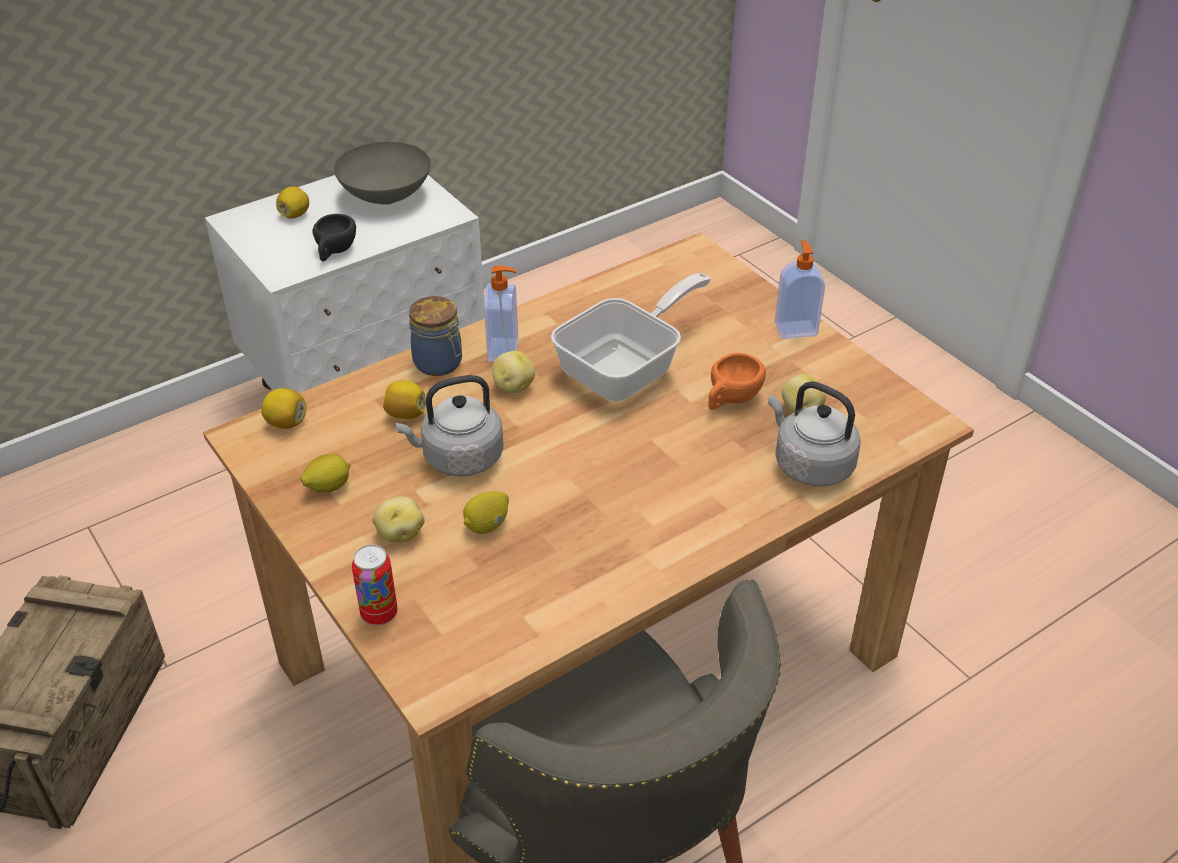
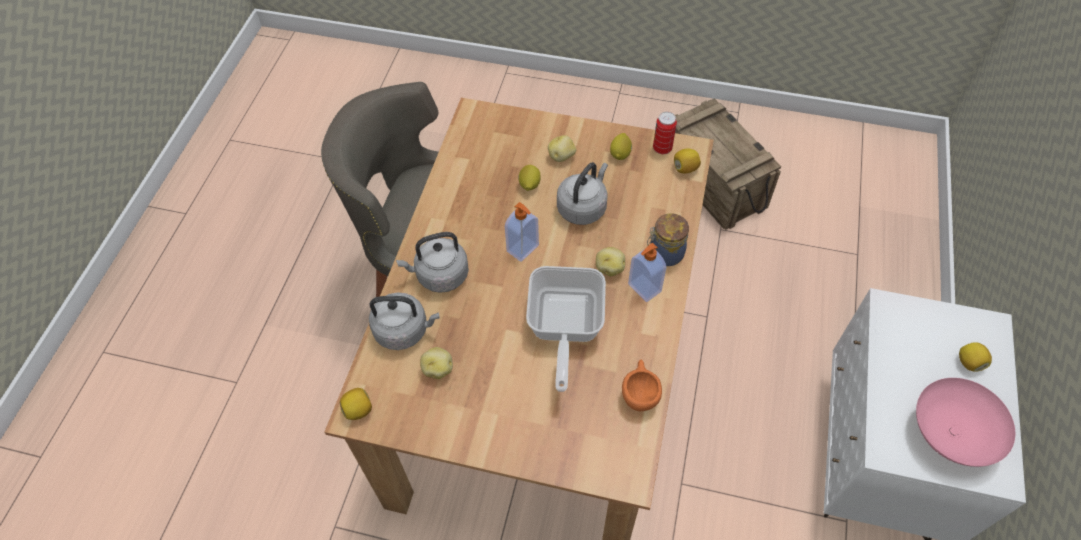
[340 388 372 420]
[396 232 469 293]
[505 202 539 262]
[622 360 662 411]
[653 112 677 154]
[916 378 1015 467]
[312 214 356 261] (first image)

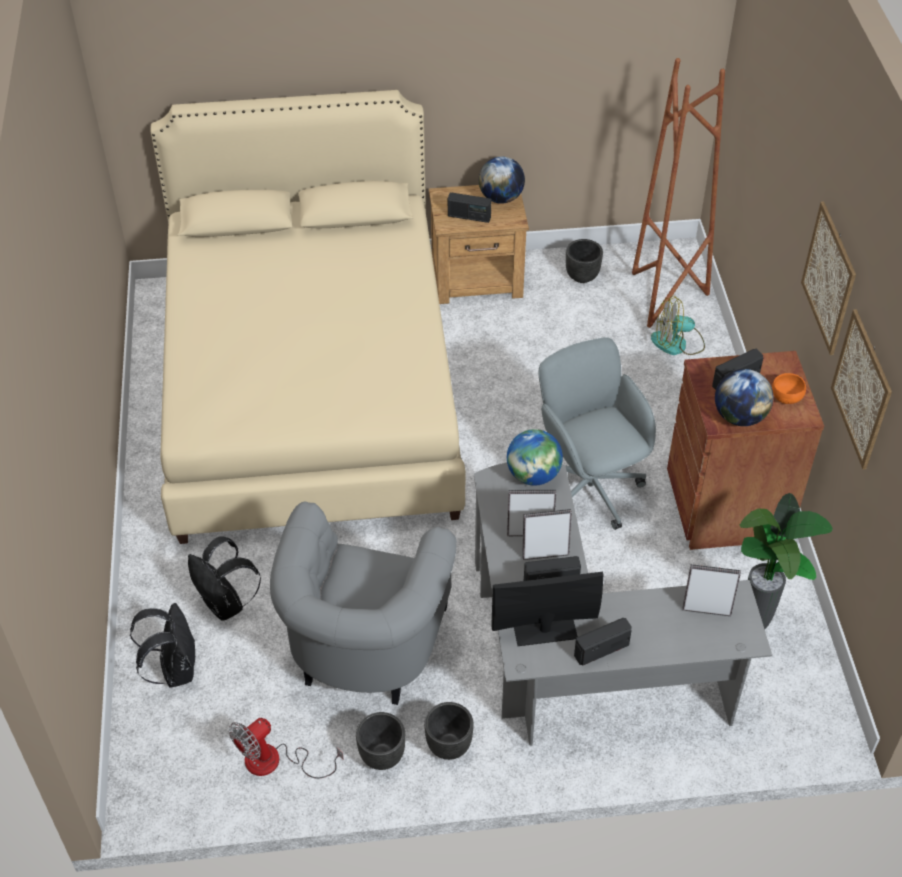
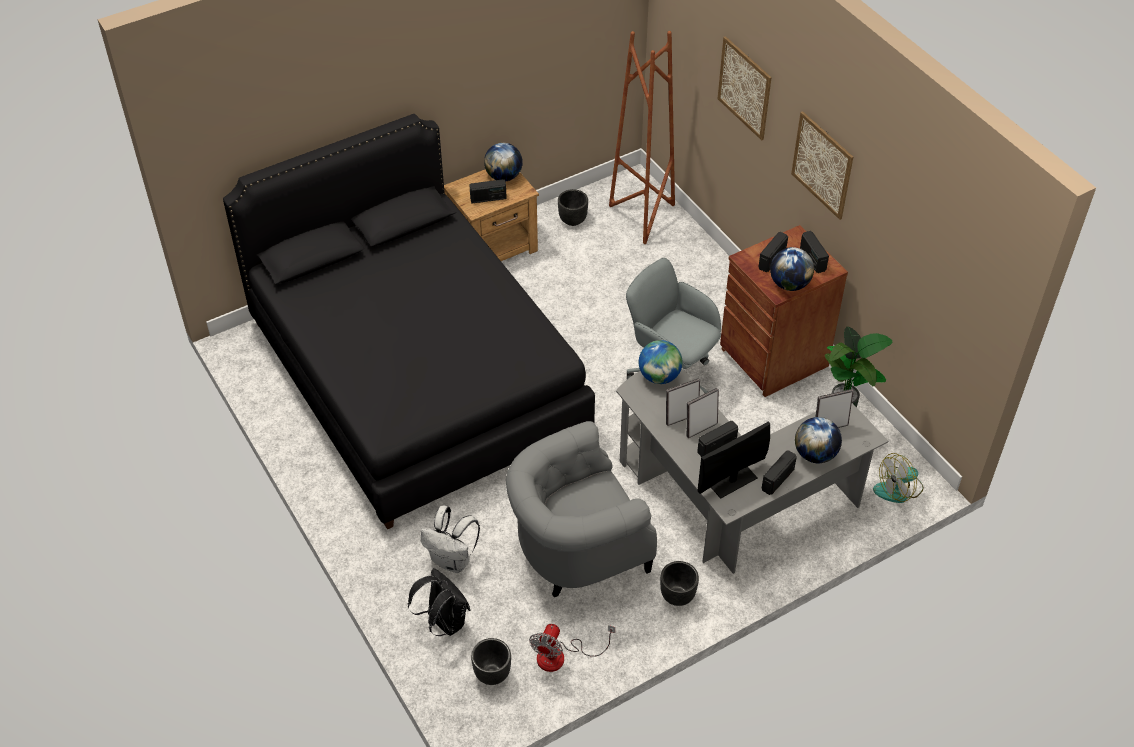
[223 114 595 530]
[420 506 480 573]
[471 638 511 685]
[506 421 657 597]
[718 36 772 141]
[795 417 842 463]
[800 231 829 273]
[873 453 924 503]

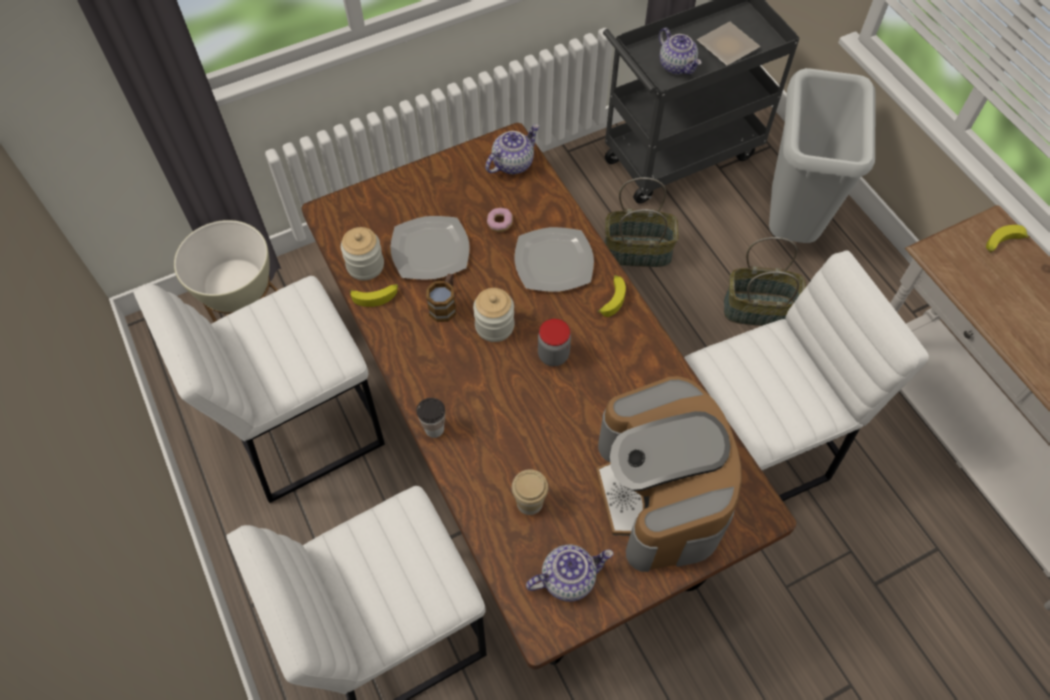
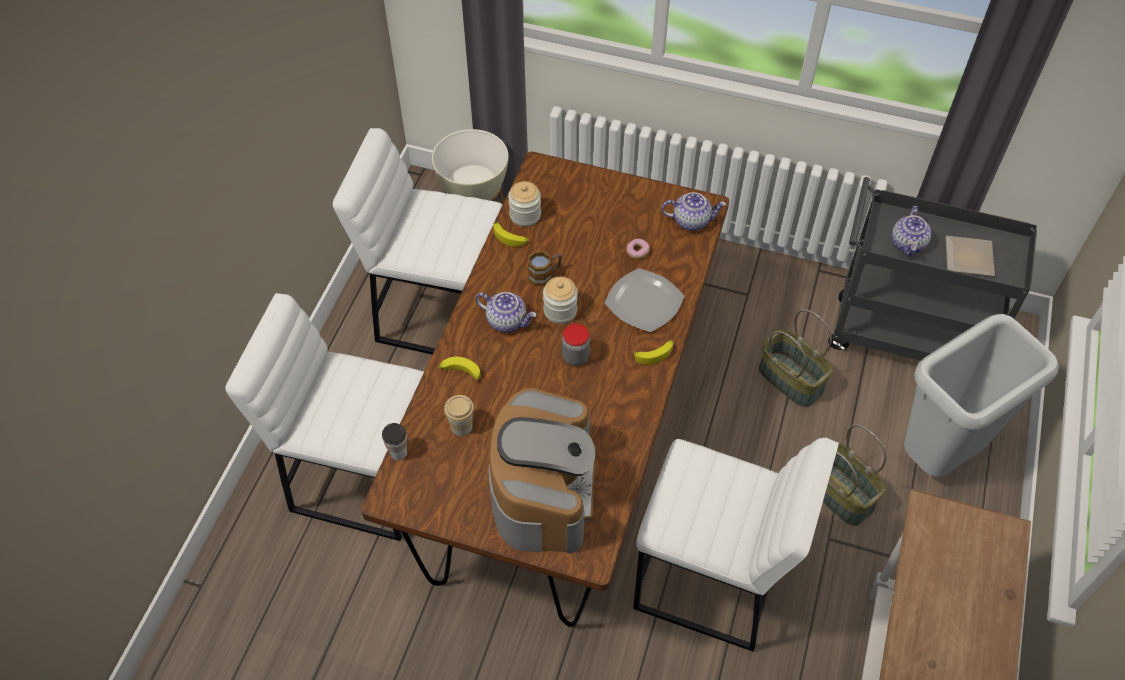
[382 423 407 460]
[439 357 481 382]
[475 292 537 333]
[489 388 595 553]
[391 216 470 280] (first image)

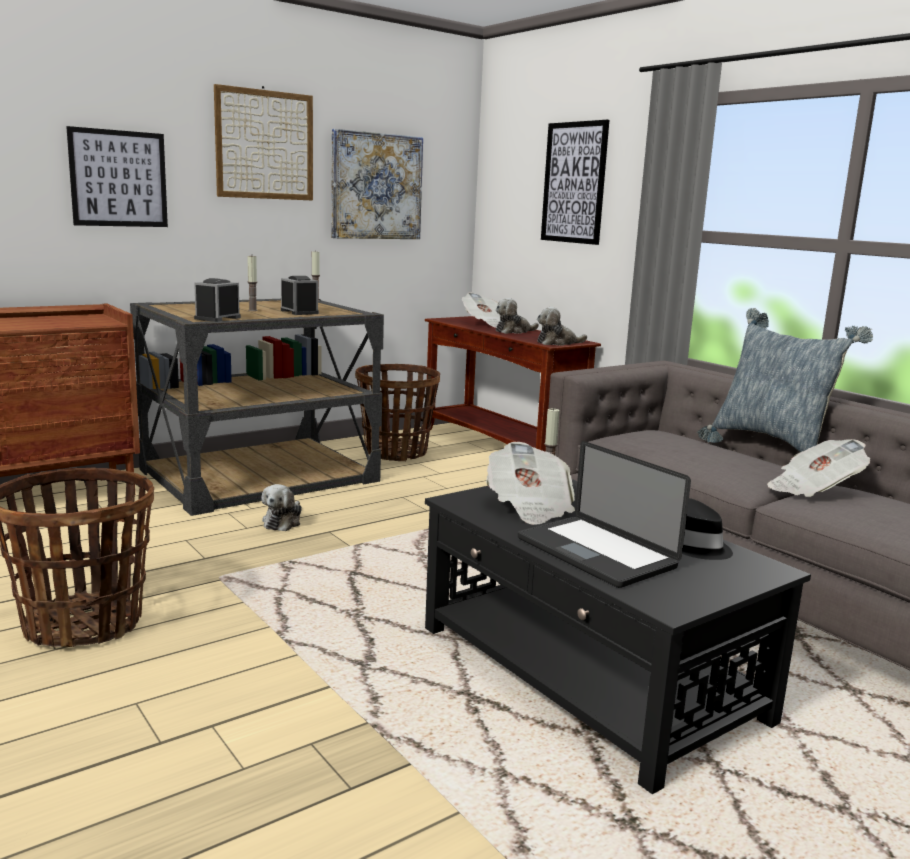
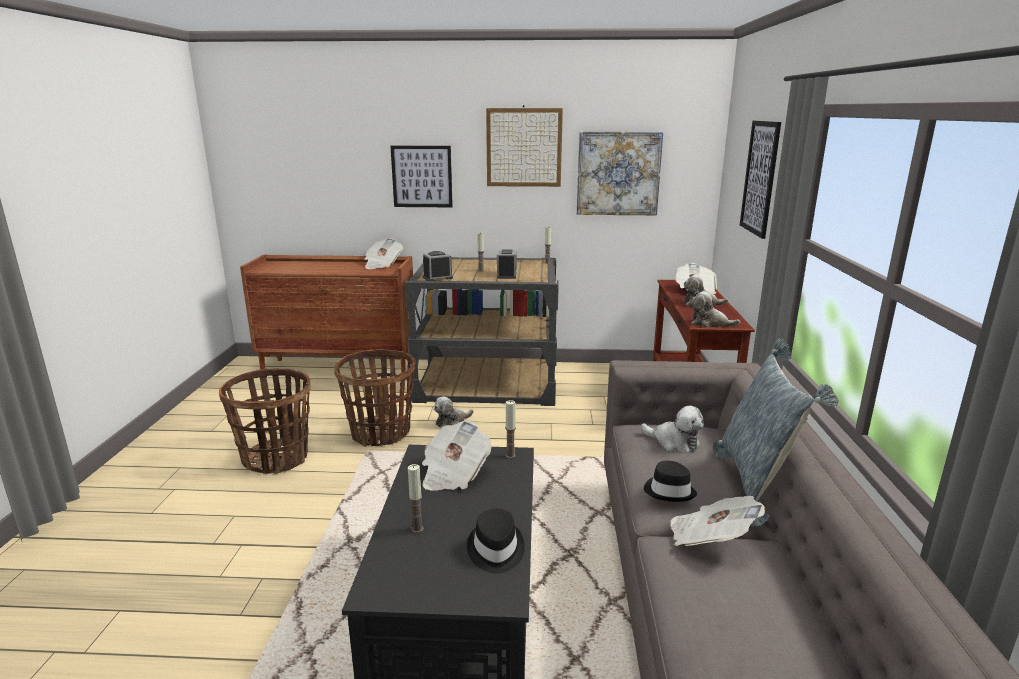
[334 349 416 447]
[365 238 403 269]
[408 464 424 533]
[641 406 704 453]
[644 461 697 502]

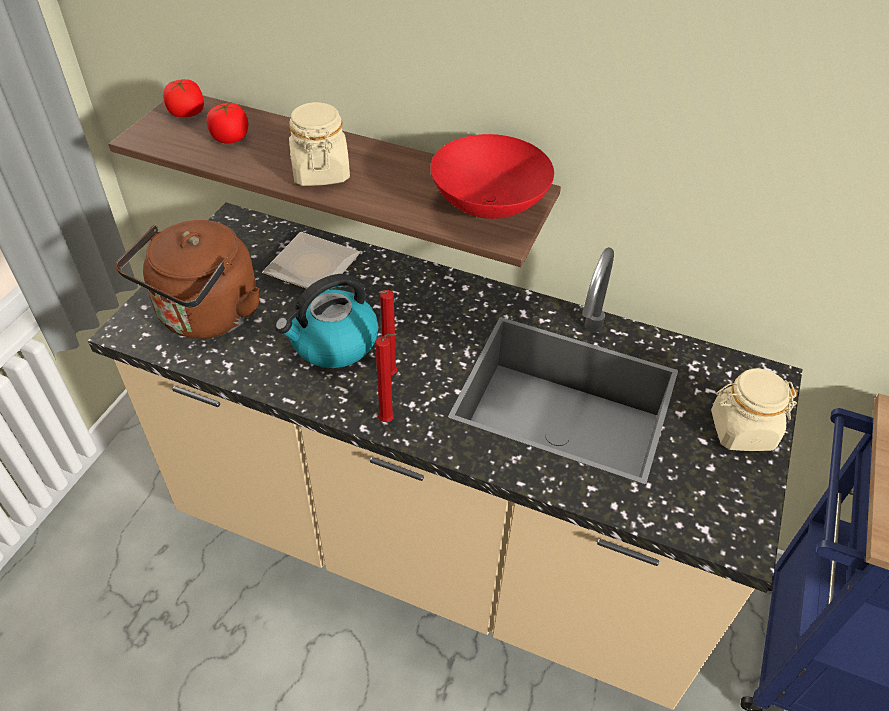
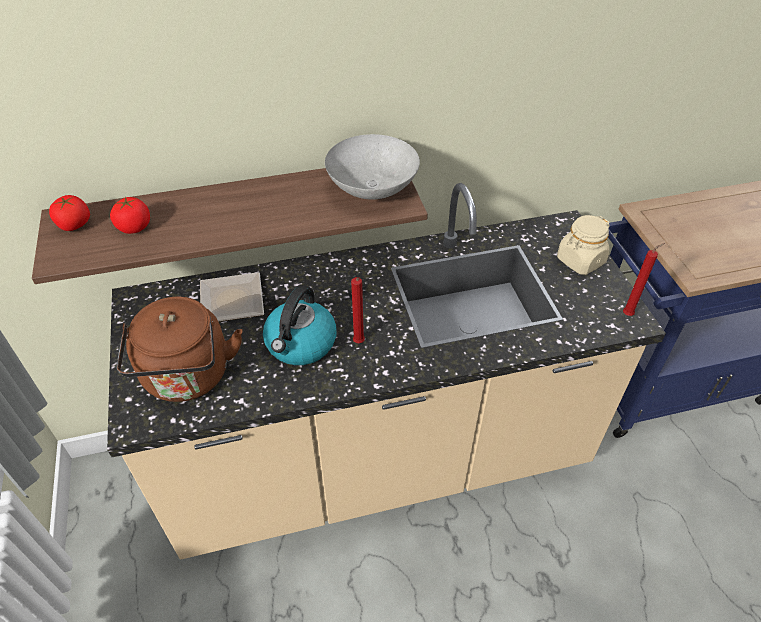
[325 134 420 200]
[623 243 665 316]
[289 102 350 186] (first image)

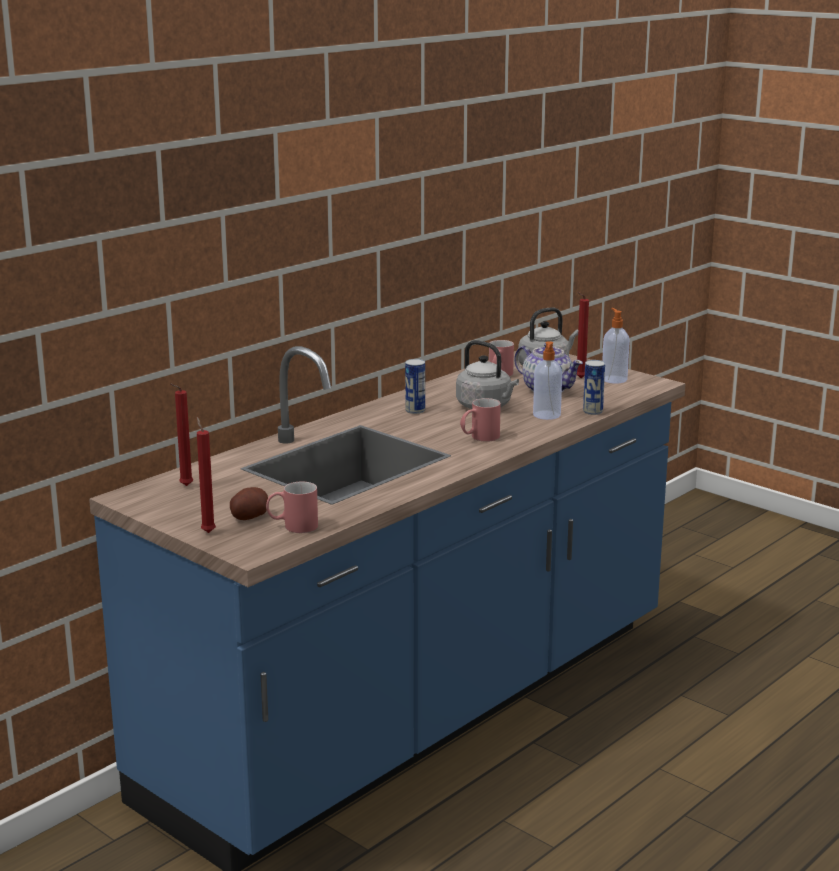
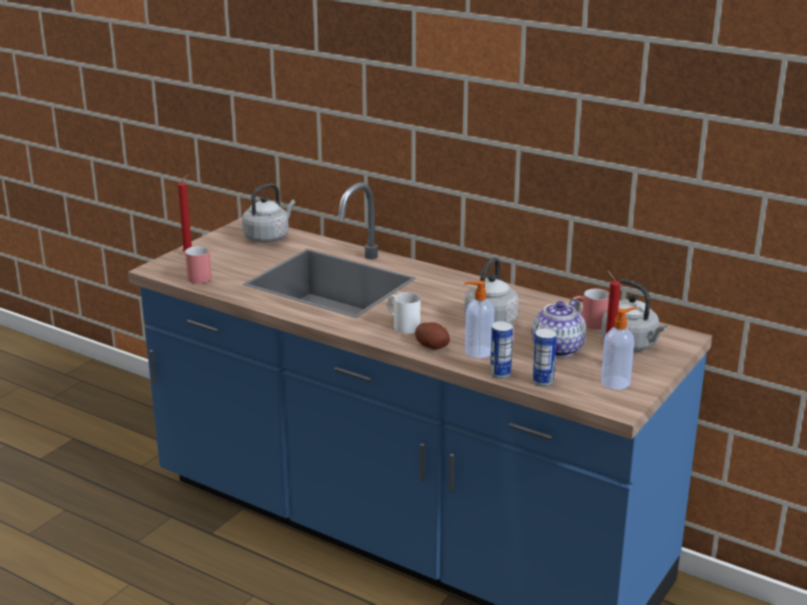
[242 183 295 243]
[386 292 420 334]
[415 322 450 349]
[533 328 557 387]

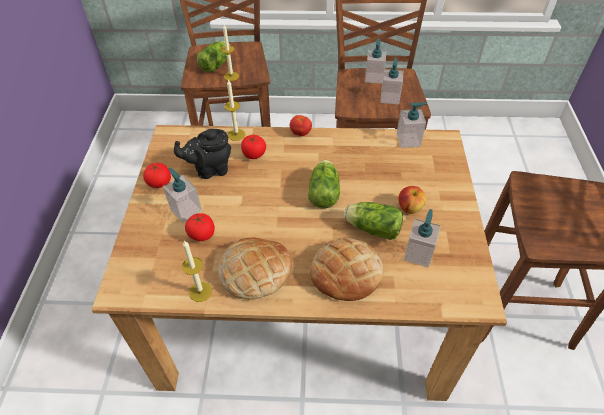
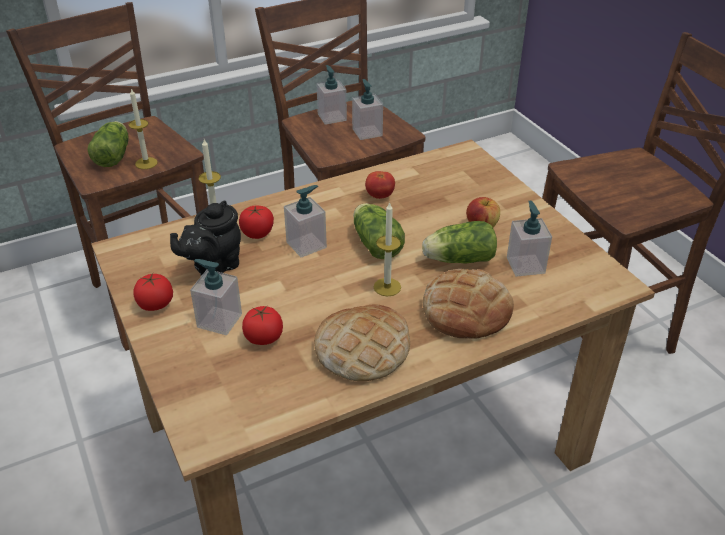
[284 185 327 258]
[365 171 395 199]
[374 201 401 296]

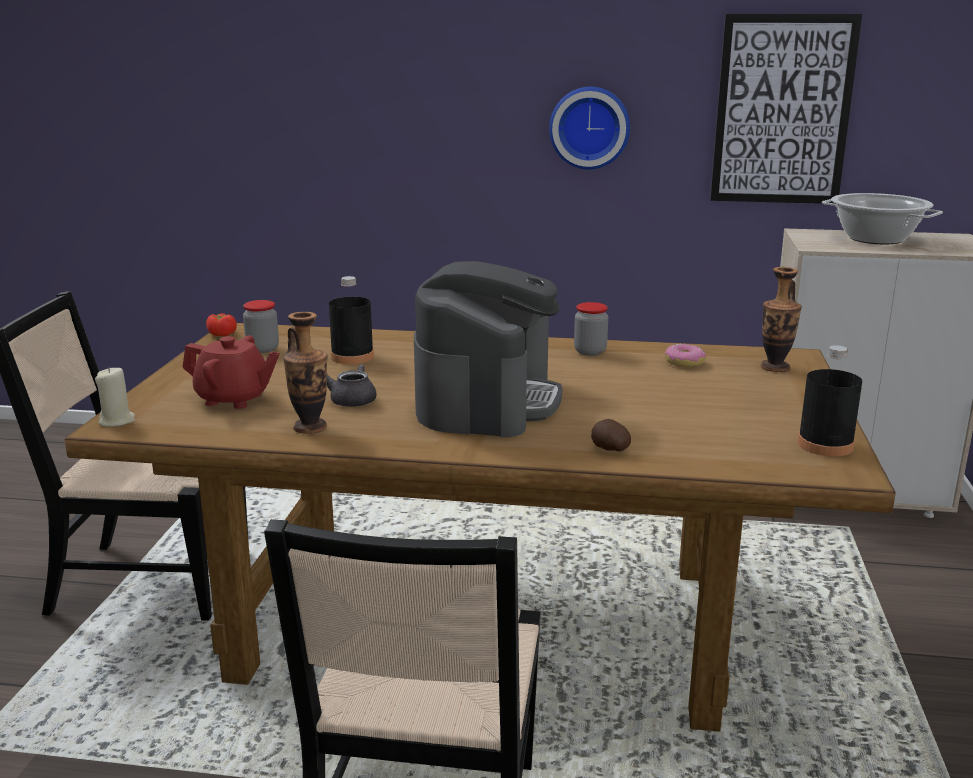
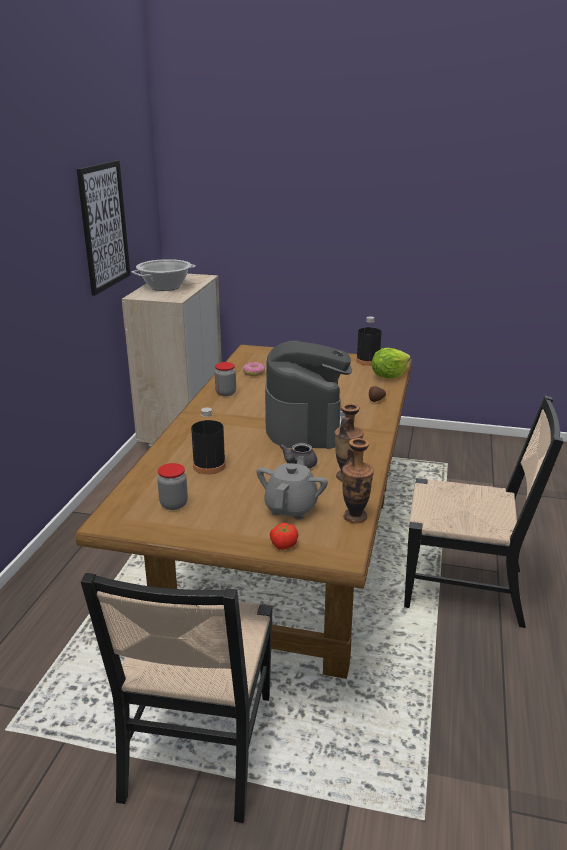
[256 456 328 520]
[265 341 352 449]
[270 523 298 550]
[342 438 374 523]
[371 348 411 378]
[95 367 135 427] (first image)
[549 87 630 169] (first image)

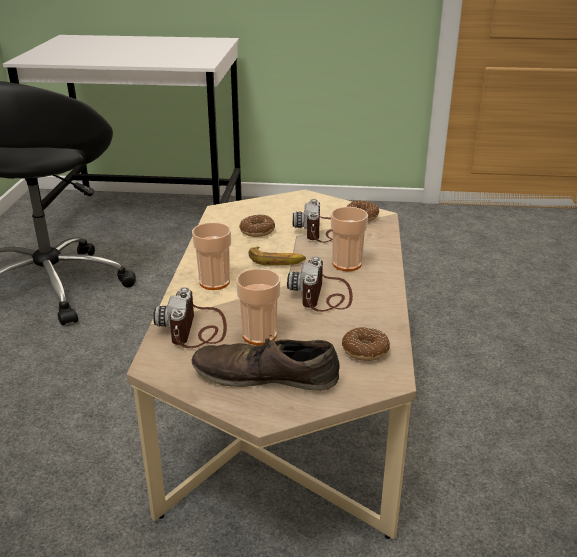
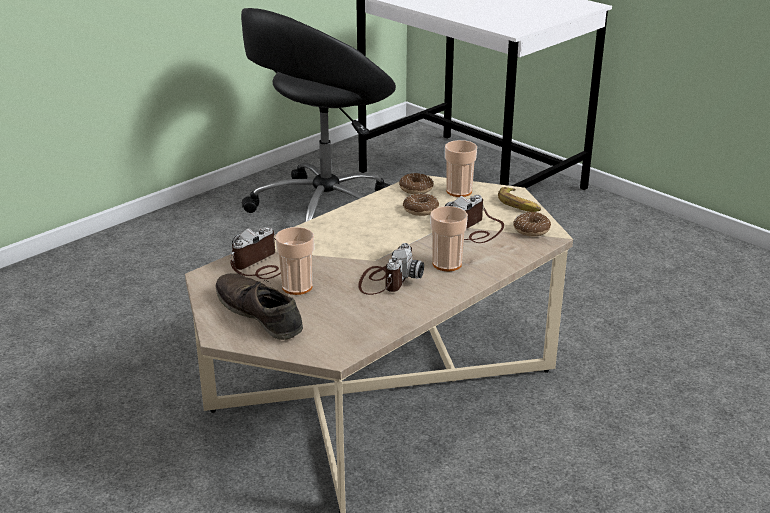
[358 243 424 295]
[399 173 434 194]
[445 140 477 197]
[498 187 541 212]

